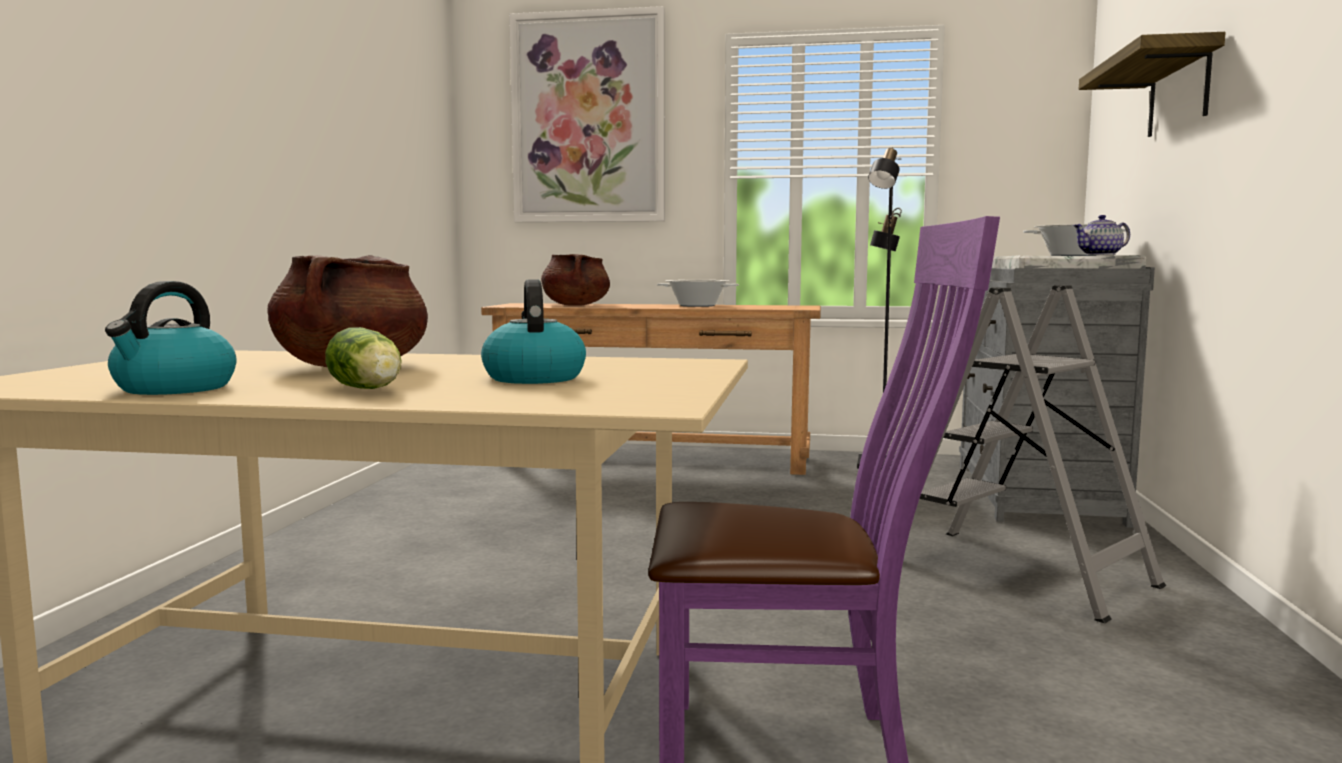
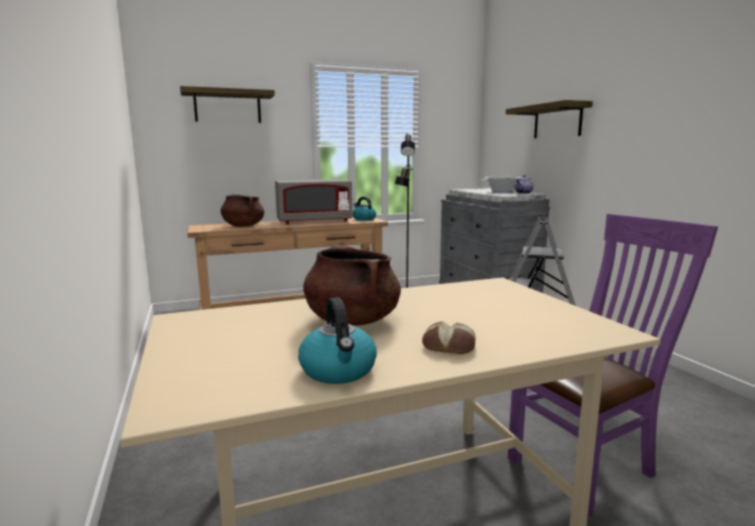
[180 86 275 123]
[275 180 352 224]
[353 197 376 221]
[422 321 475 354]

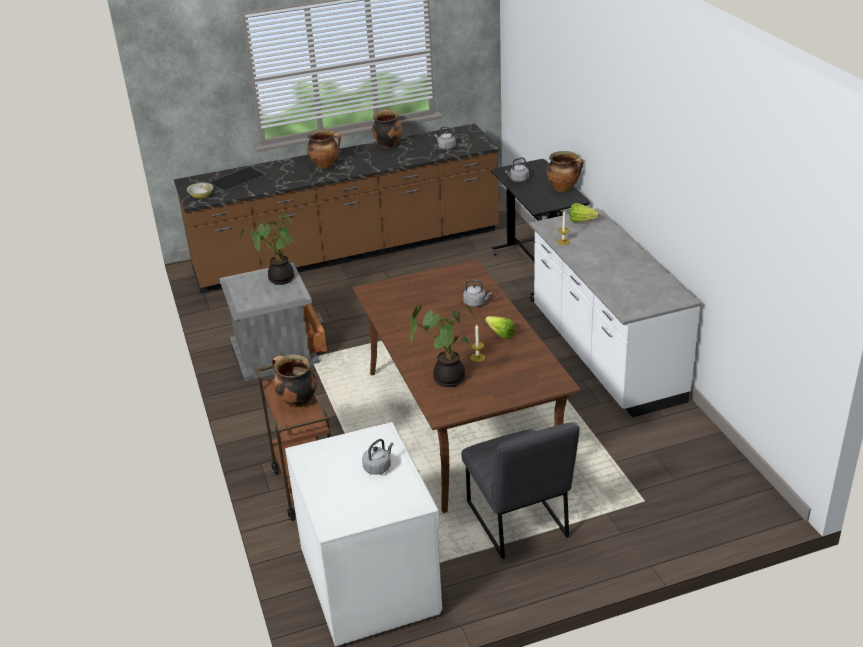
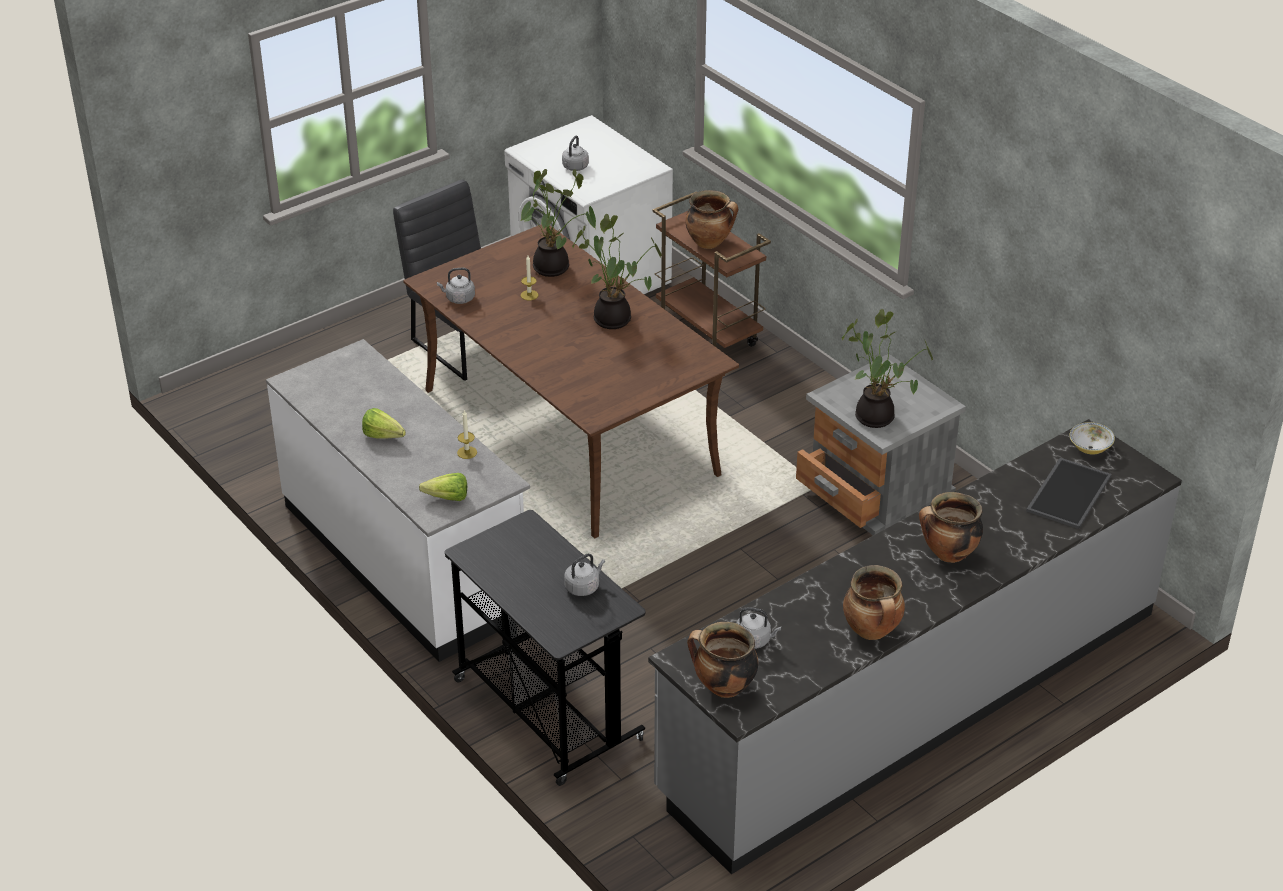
[362 408 406 439]
[437 268 475 304]
[572 214 662 329]
[648 419 1182 875]
[687 622 758 698]

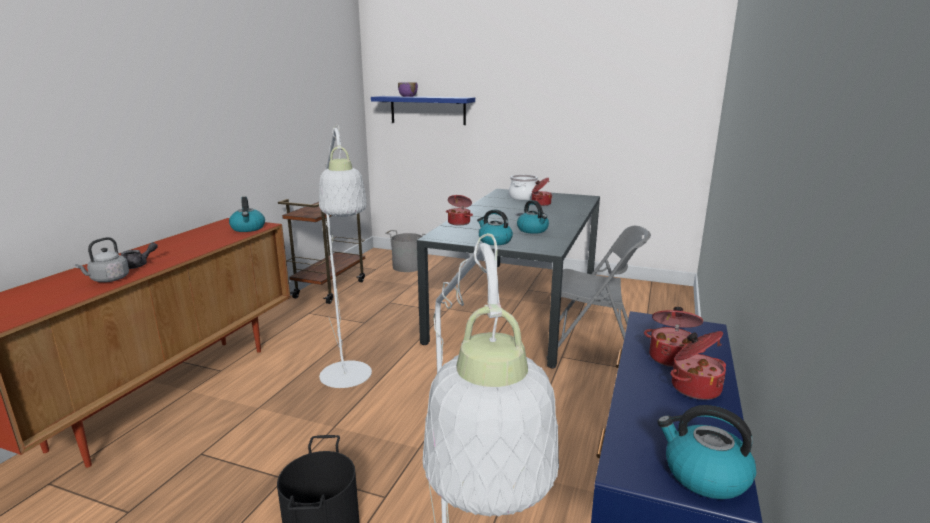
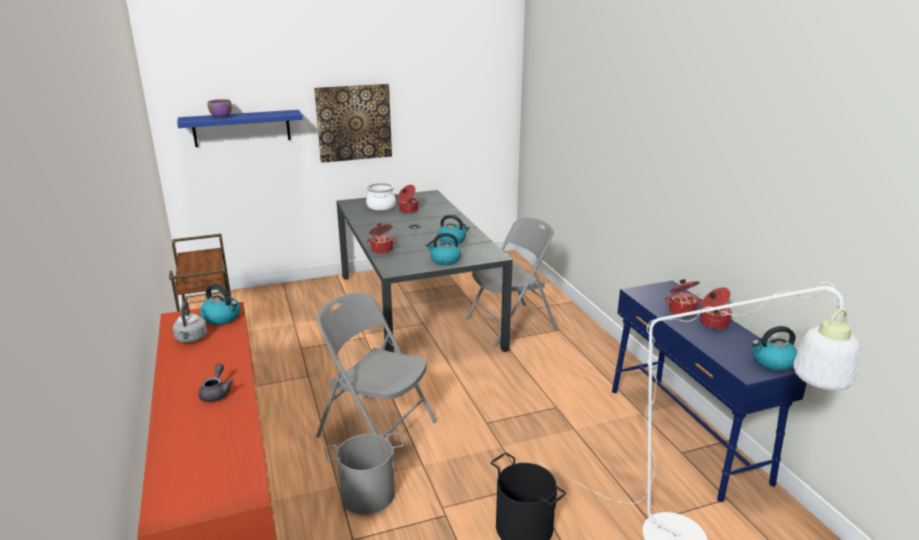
[173 302 207 343]
[314 84 392 163]
[316 293 437 438]
[324 432 404 515]

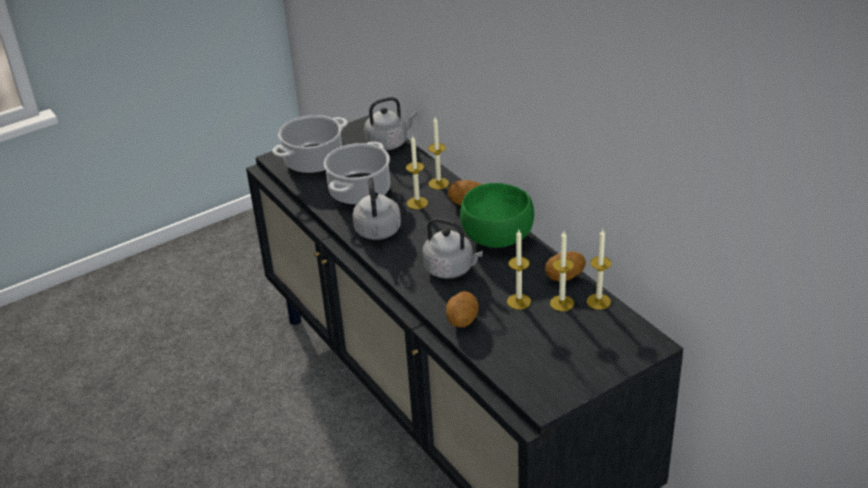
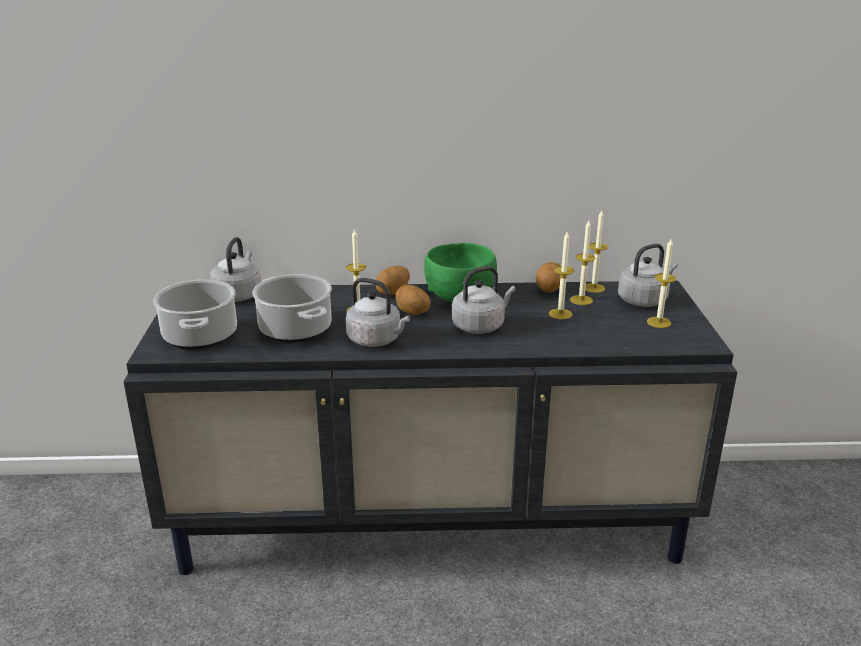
[395 285 431 315]
[618 244 678 307]
[647 239 676 328]

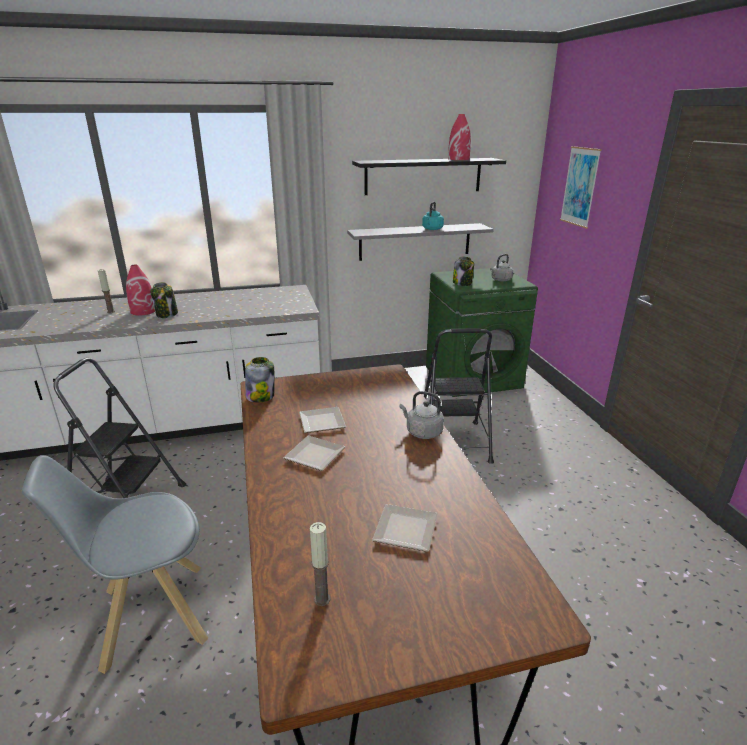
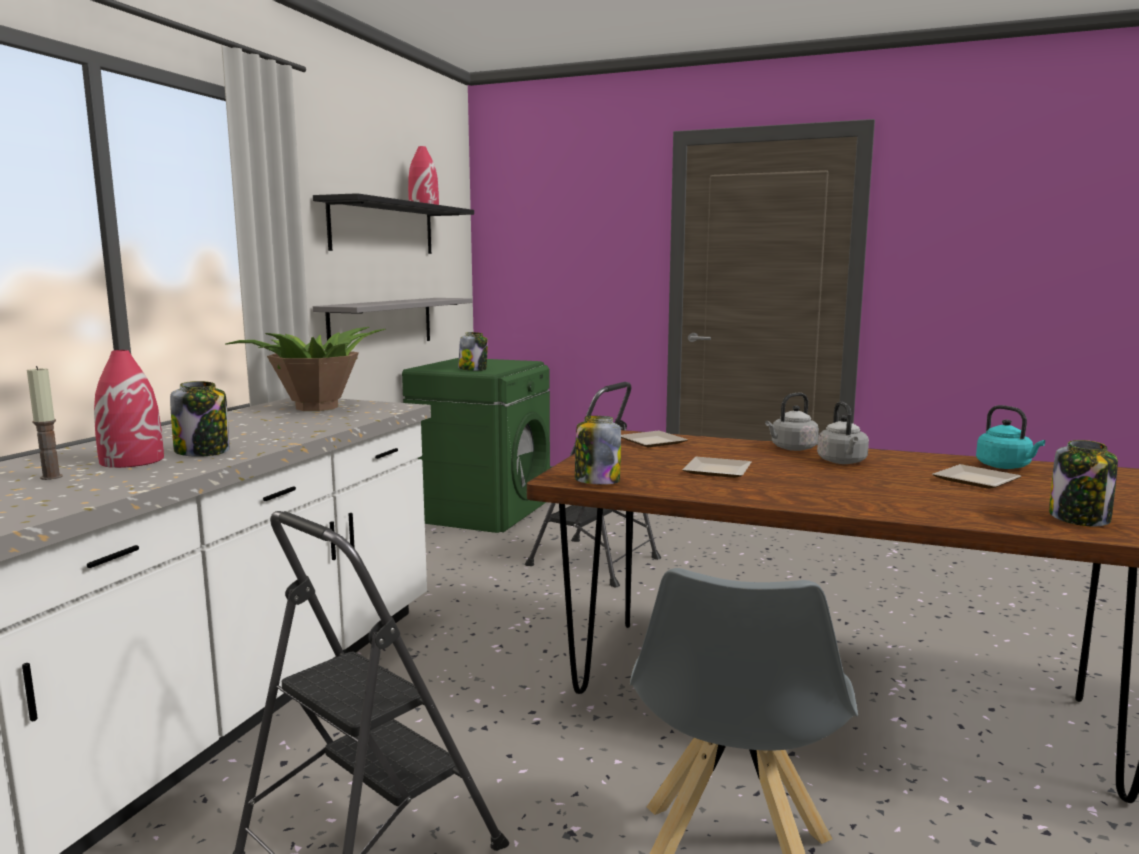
[225 327 386 411]
[621 431 688 447]
[817 401 869 464]
[976 405 1045 469]
[1049 440 1118 526]
[560 146 602 229] (first image)

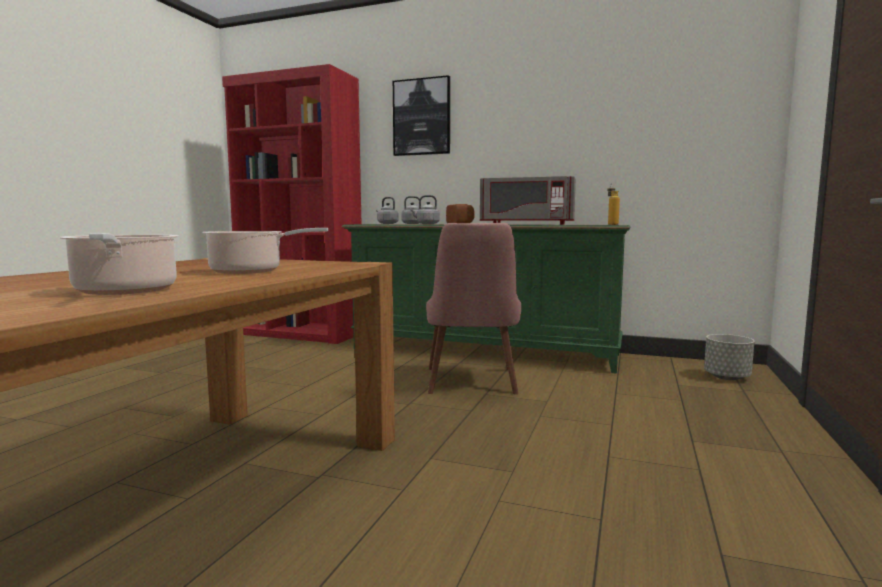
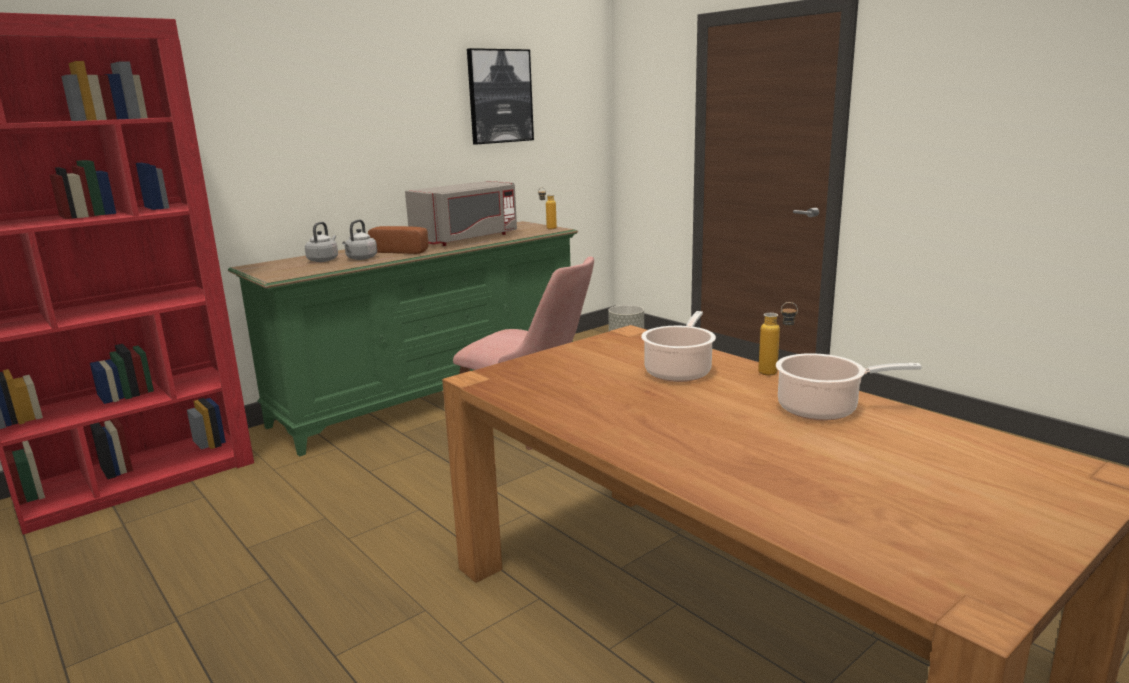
[467 48 534 145]
[758 302 798 376]
[376 197 399 224] (first image)

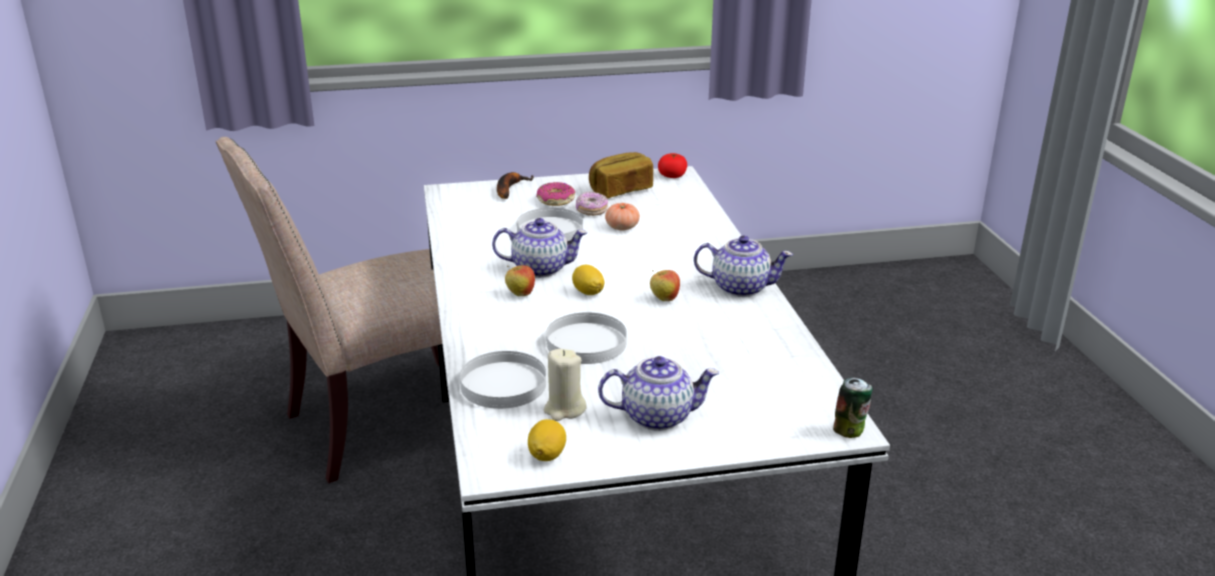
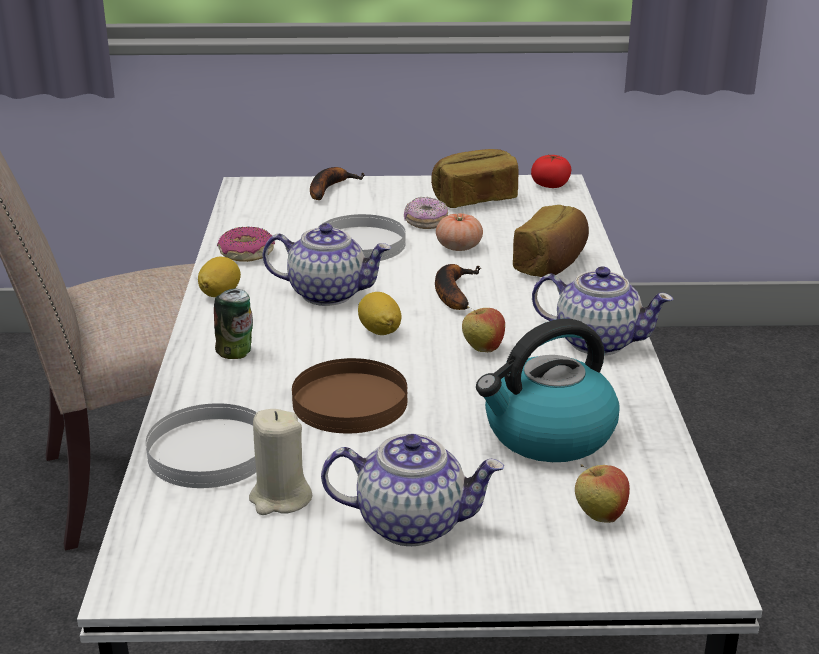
[198 257 241 297]
[214 289 253 359]
[217 227 275 262]
[292 358 407 433]
[435 264 481 310]
[476 319 619 462]
[513 205 589 277]
[575 465 630 523]

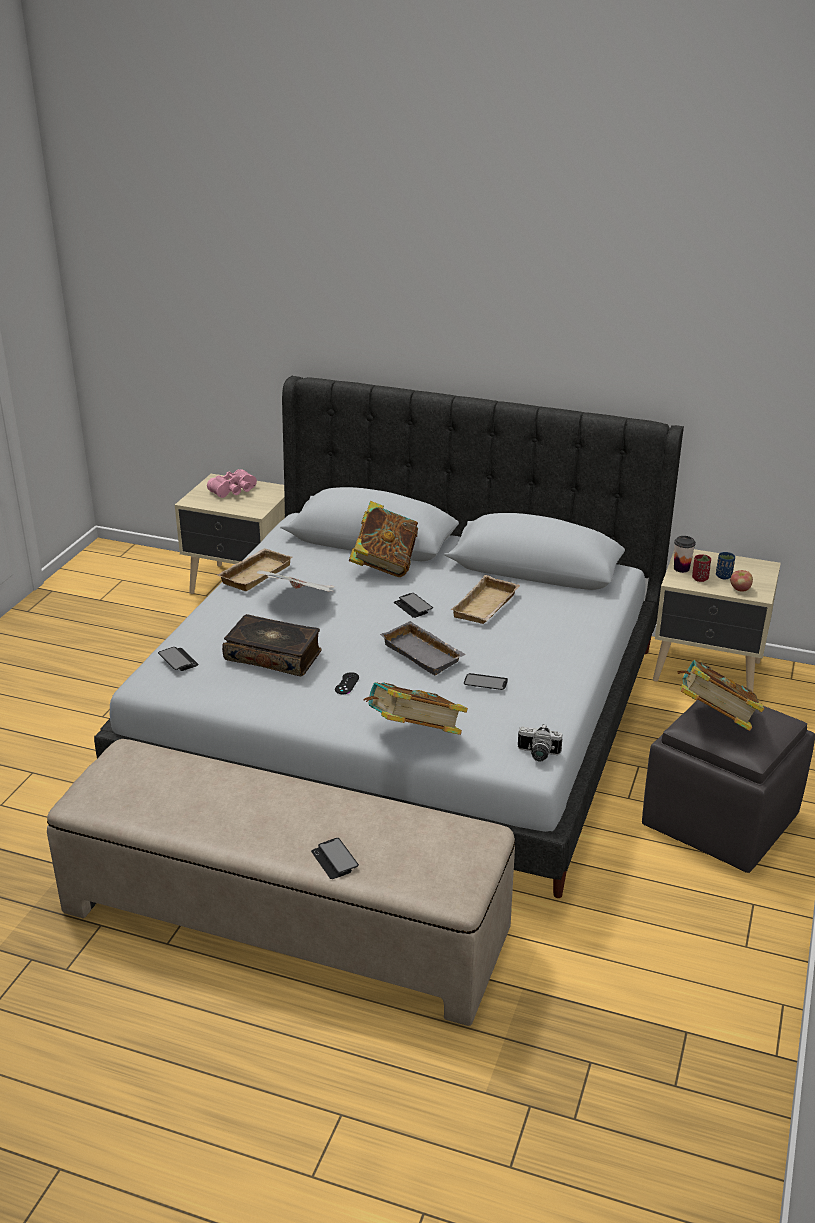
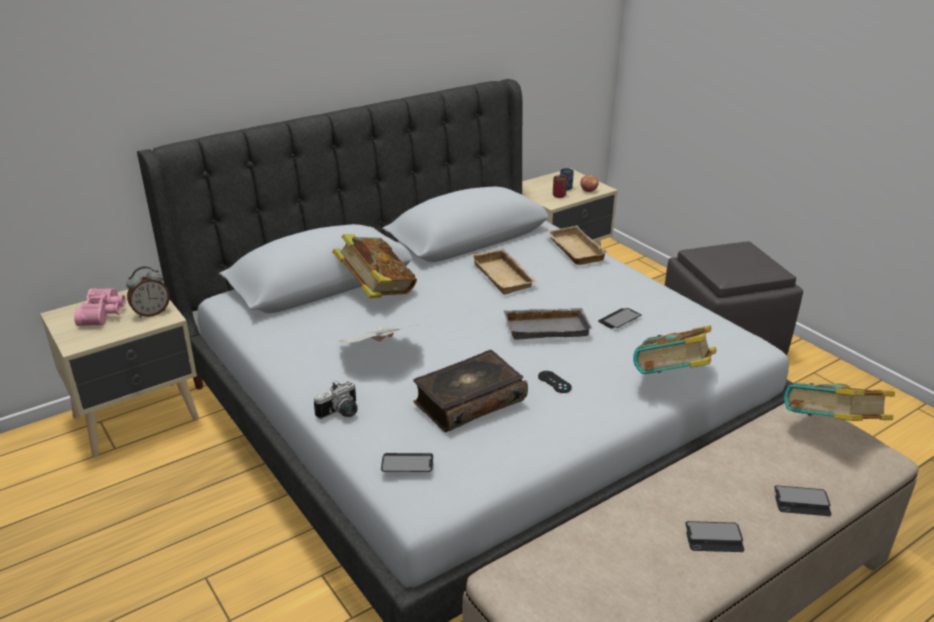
[126 266 170 318]
[314 381 357 419]
[546 226 608 265]
[686 521 744 552]
[784 383 895 421]
[674 536 696 573] (first image)

